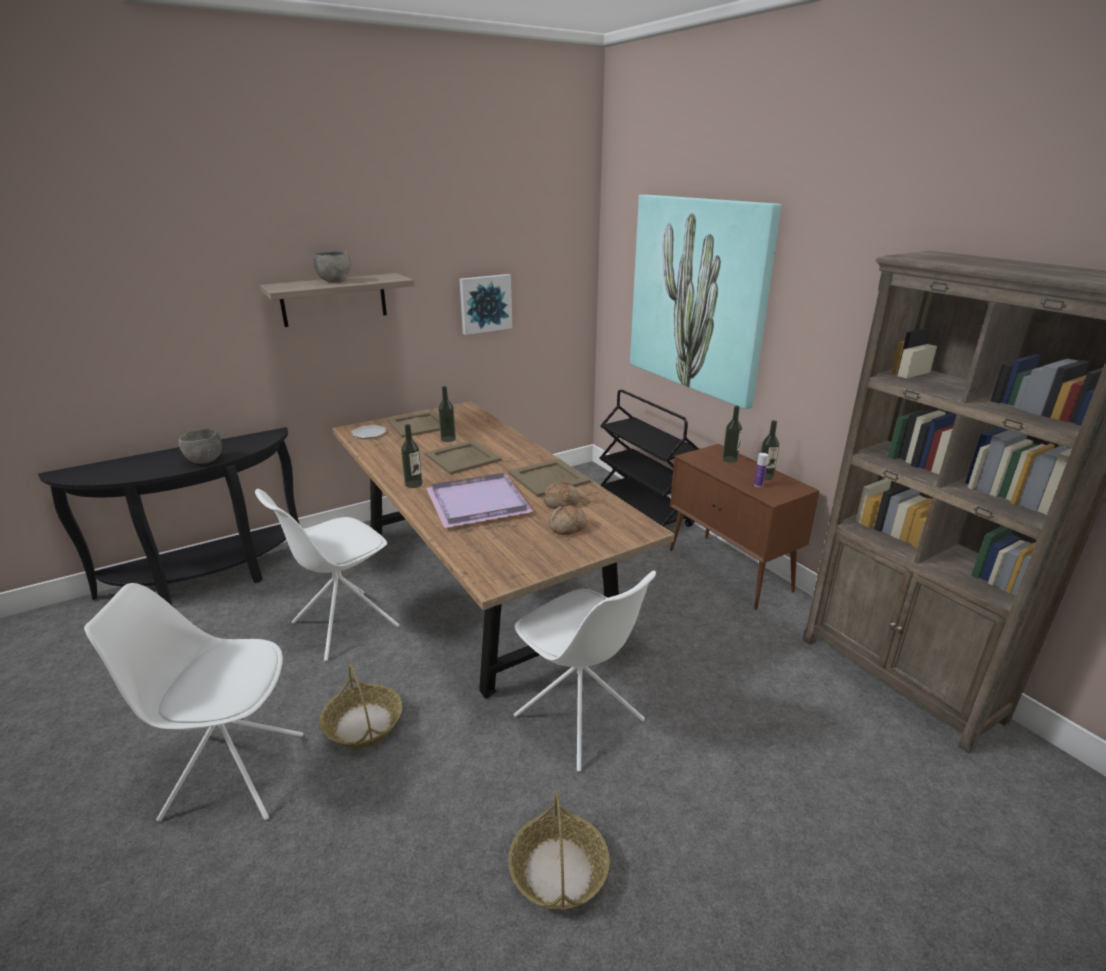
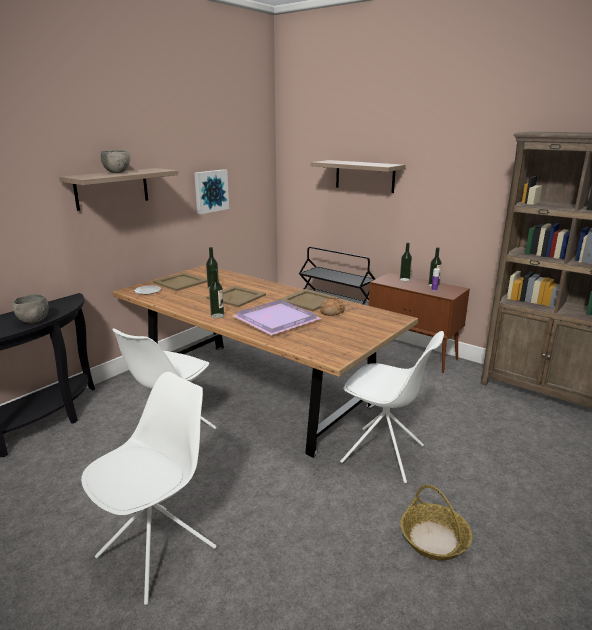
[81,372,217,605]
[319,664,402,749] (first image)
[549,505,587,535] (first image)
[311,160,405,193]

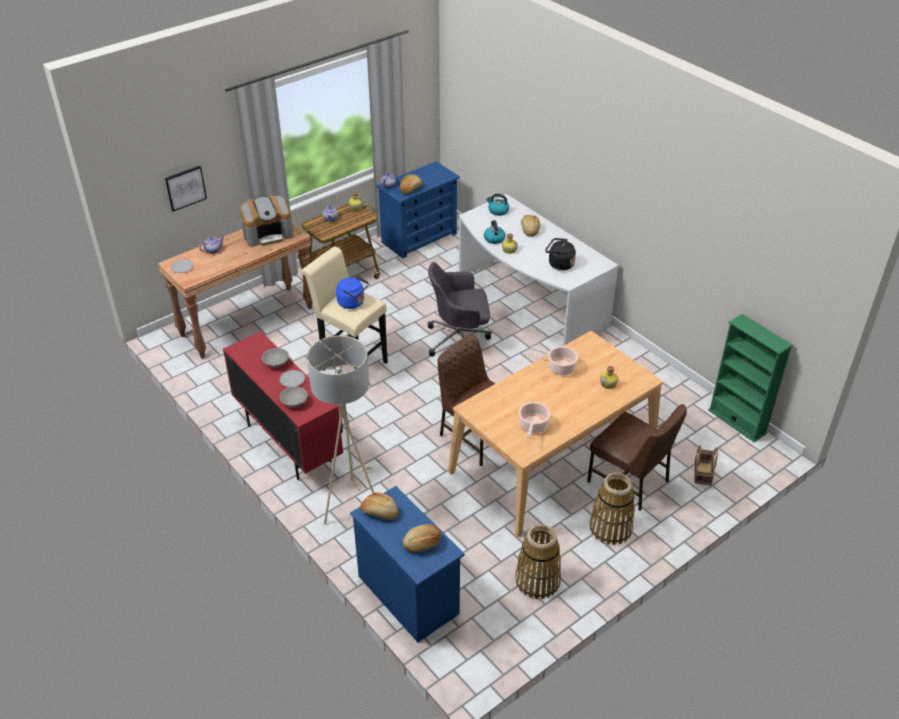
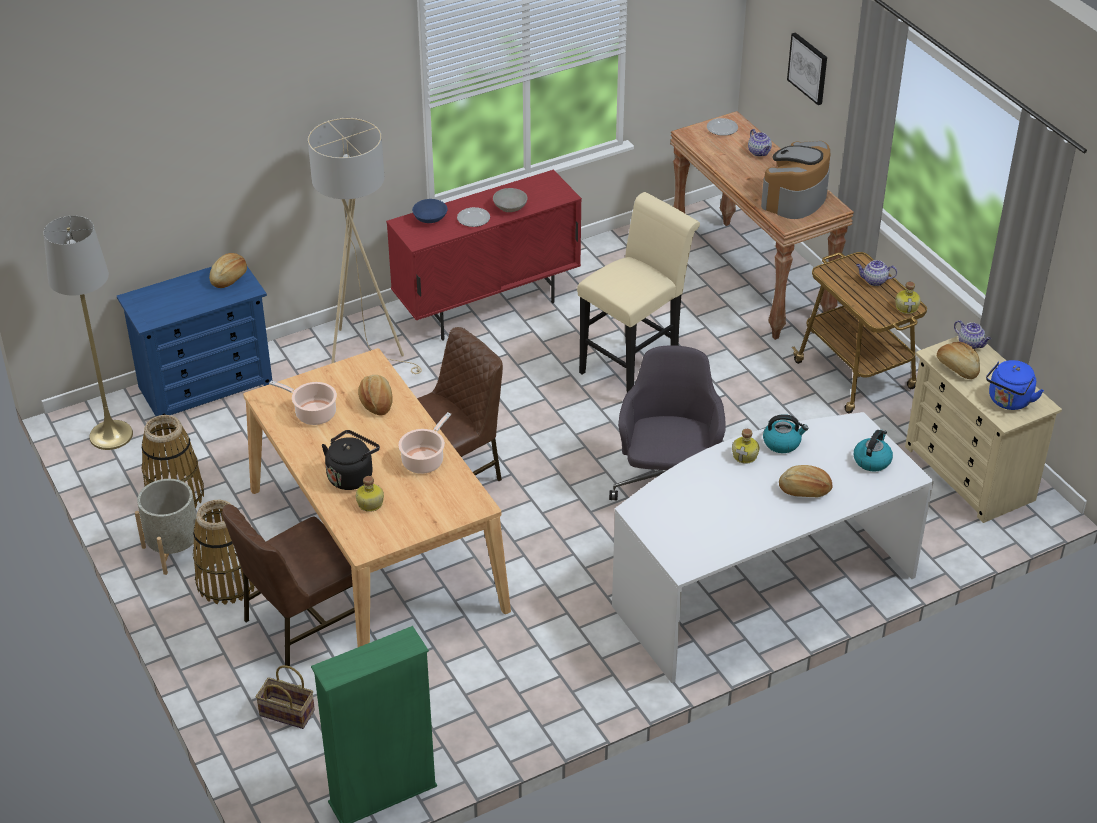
[761,141,830,219]
[412,199,448,223]
[986,360,1044,410]
[905,336,1062,523]
[358,375,393,416]
[322,430,380,490]
[43,216,133,450]
[135,479,201,575]

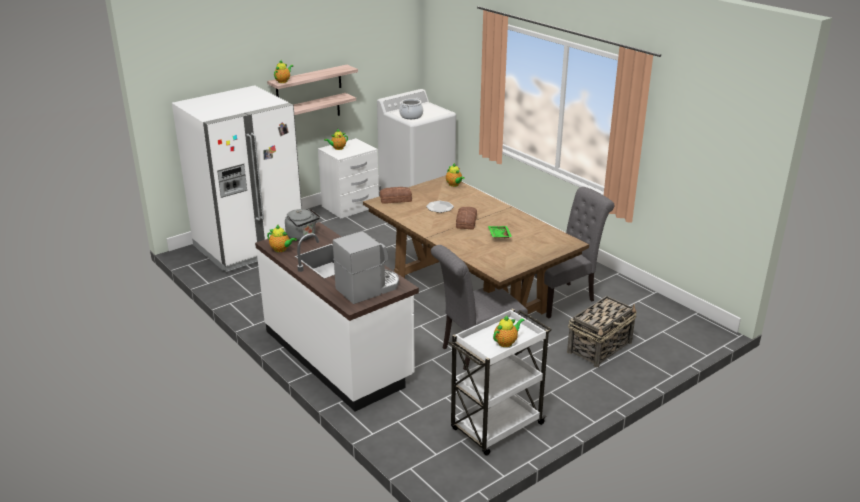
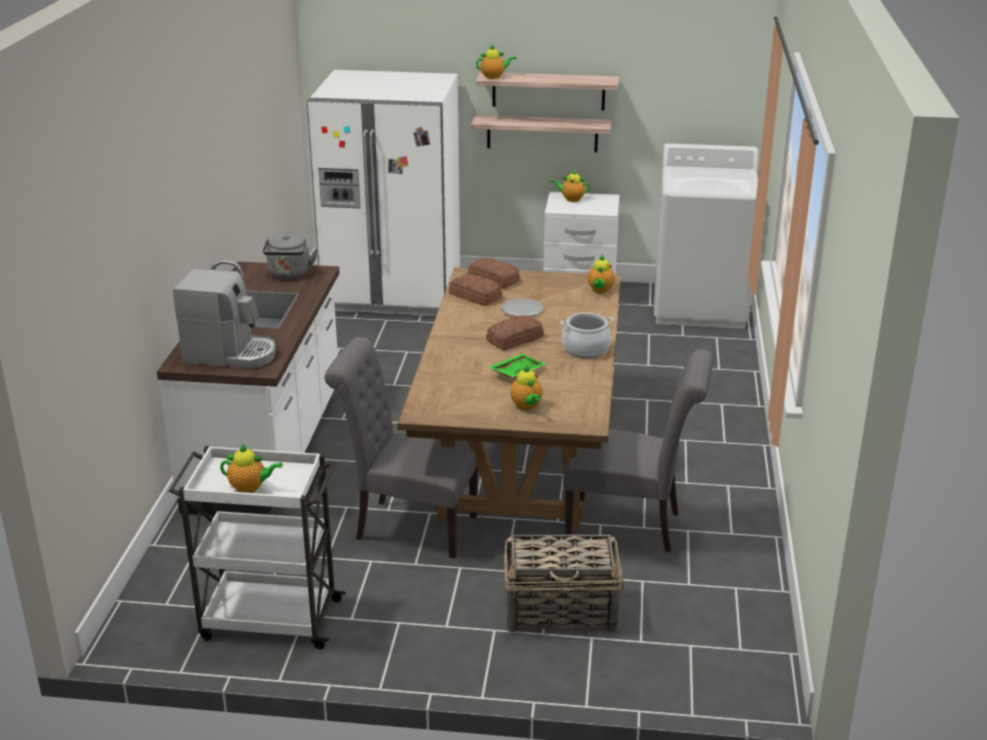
[510,366,543,410]
[560,313,614,358]
[449,274,502,306]

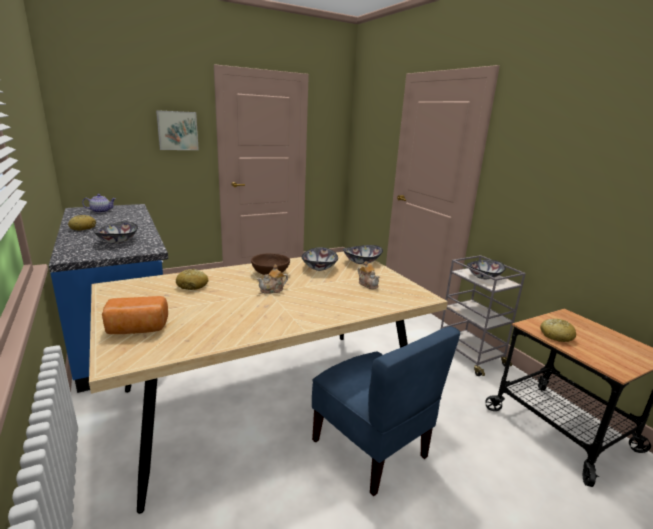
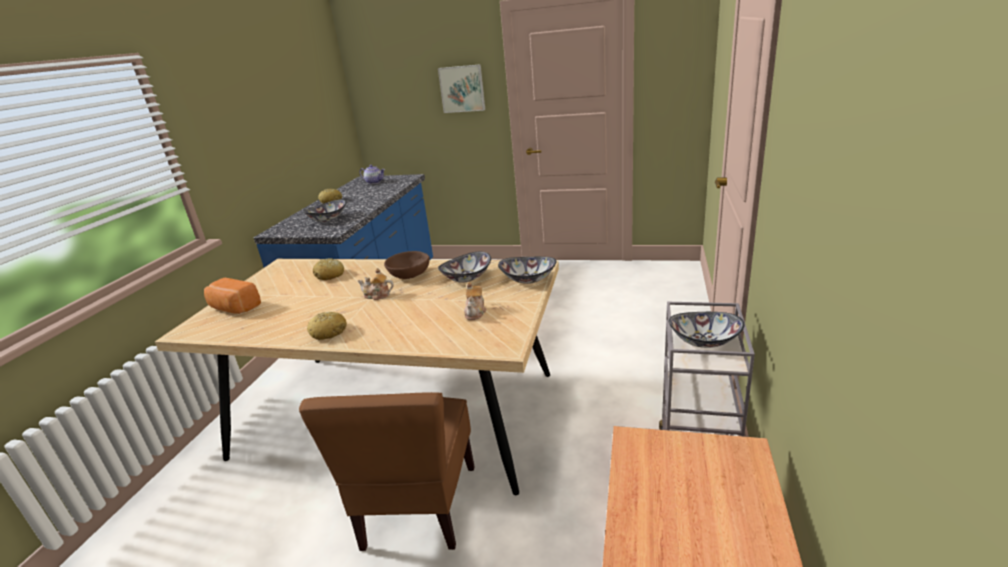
[299,392,474,551]
[307,312,347,340]

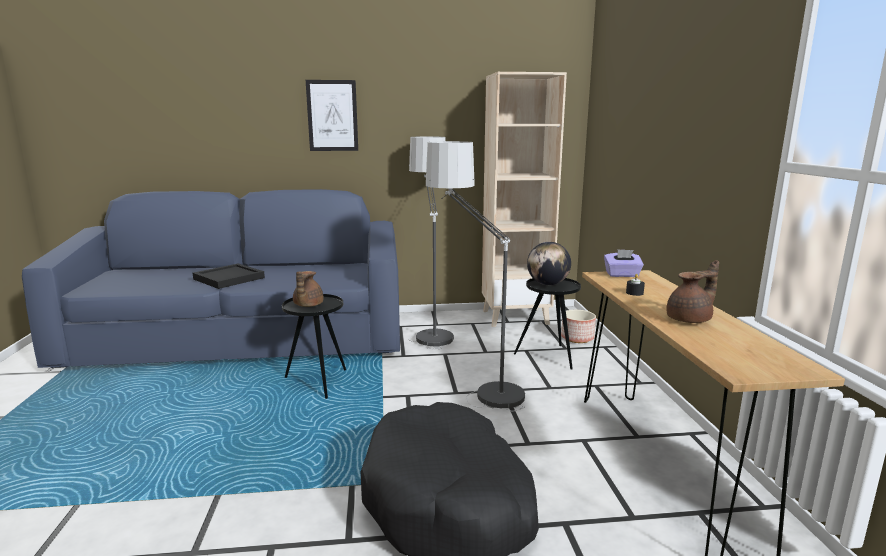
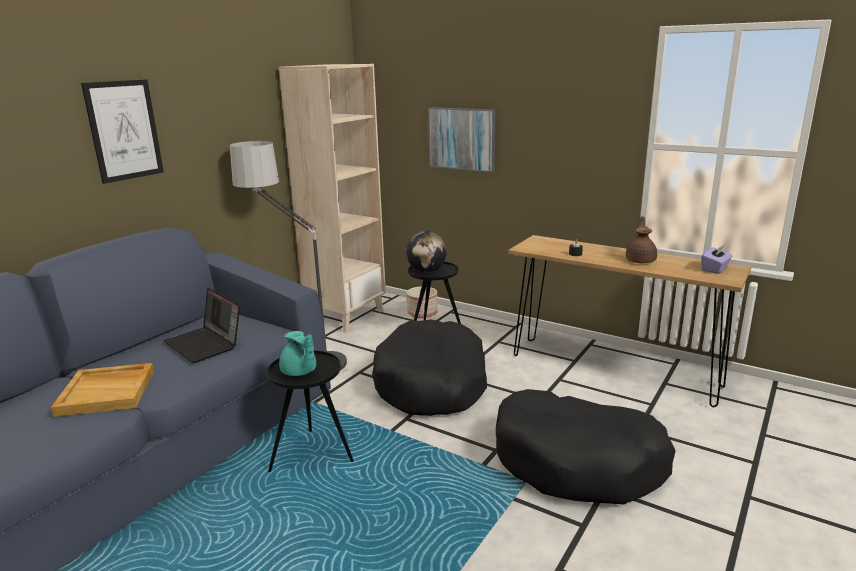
[51,363,154,417]
[279,331,316,376]
[372,319,487,416]
[701,245,733,274]
[164,288,240,363]
[428,107,496,173]

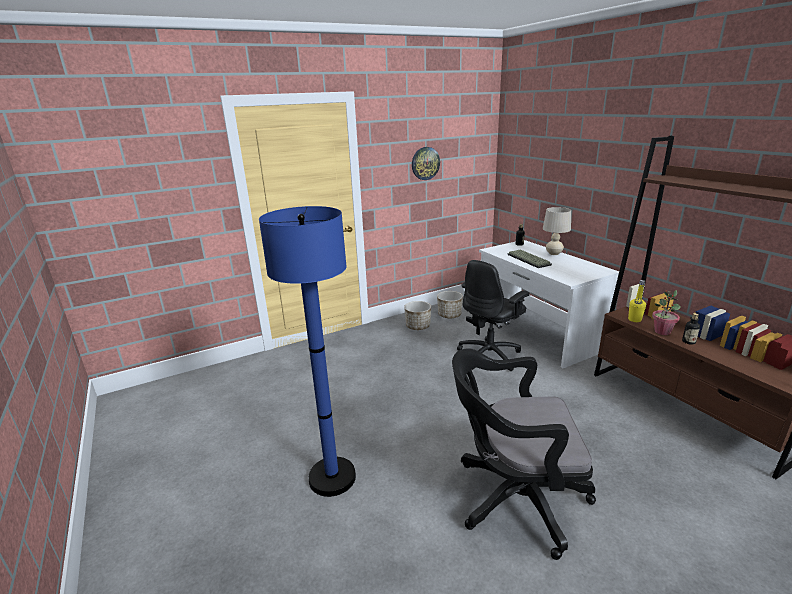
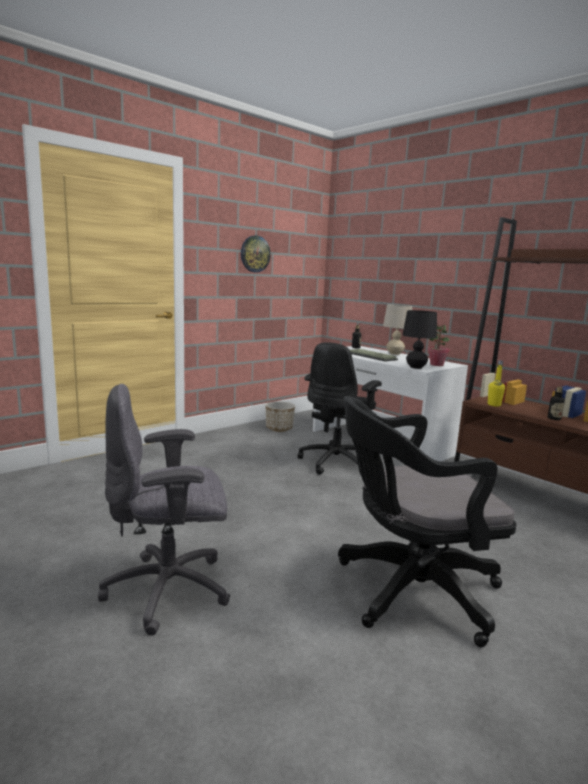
[98,384,230,636]
[404,301,431,330] (first image)
[428,325,450,366]
[403,310,437,369]

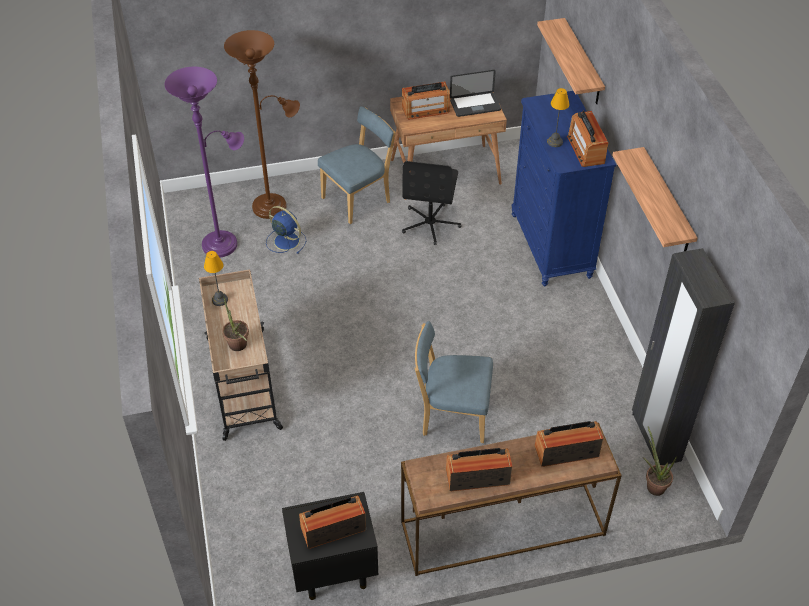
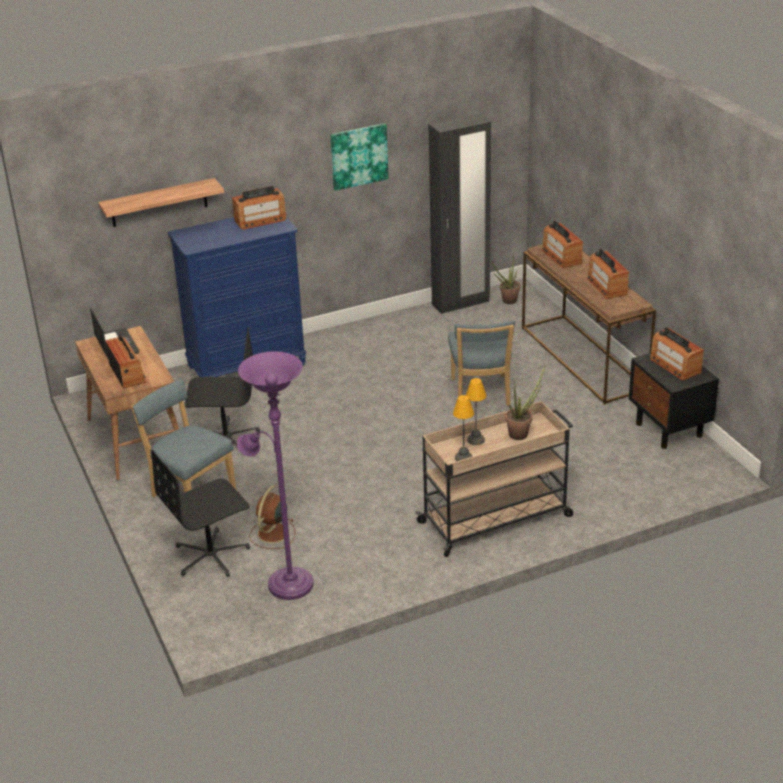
[151,450,250,577]
[249,485,295,549]
[466,378,487,445]
[330,123,389,191]

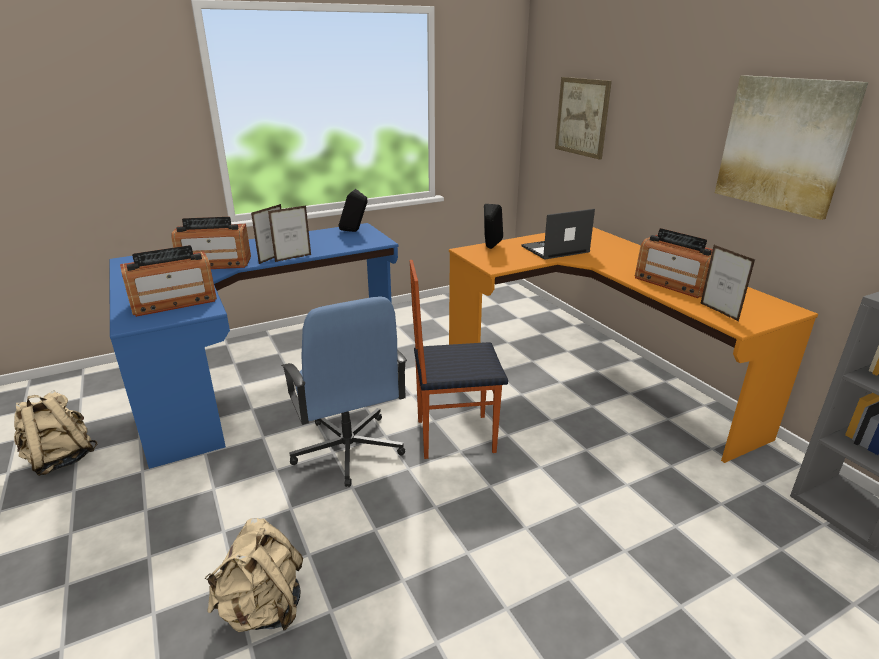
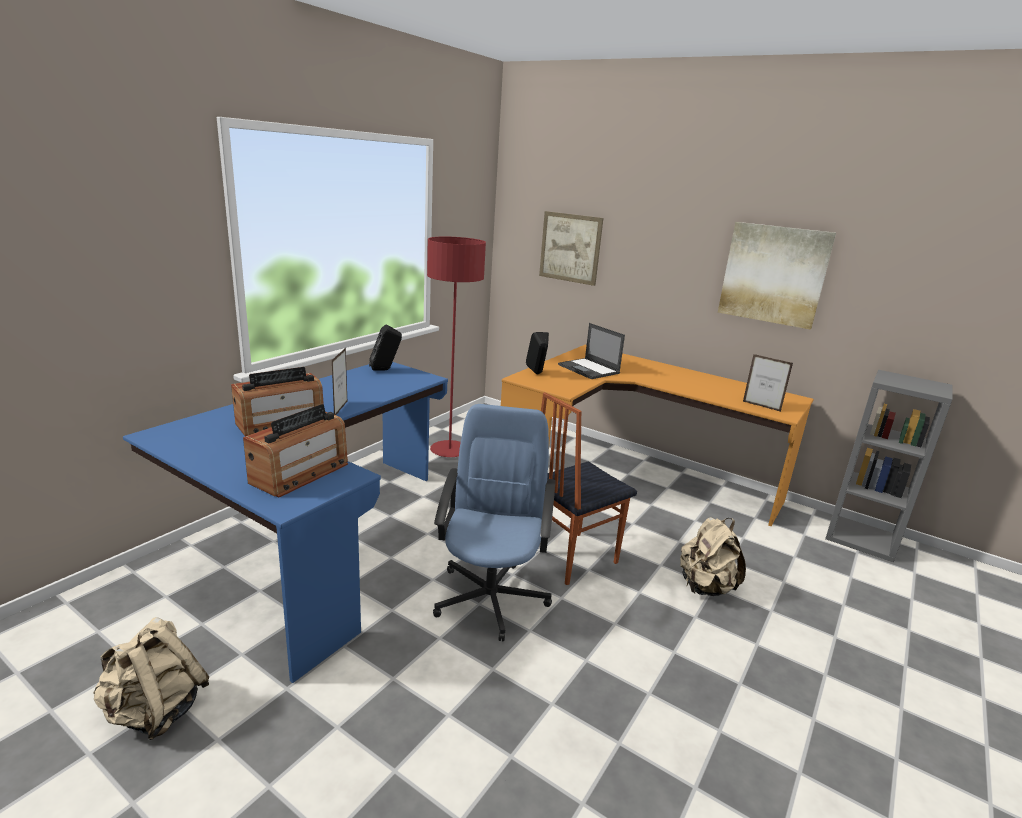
[680,517,746,596]
[268,205,311,262] (first image)
[433,404,556,641]
[558,323,625,379]
[635,228,713,298] (first image)
[427,237,486,457]

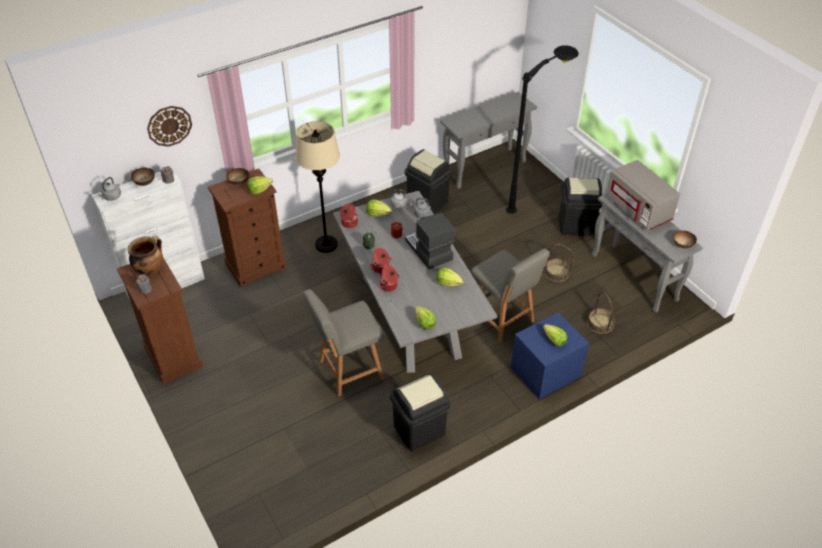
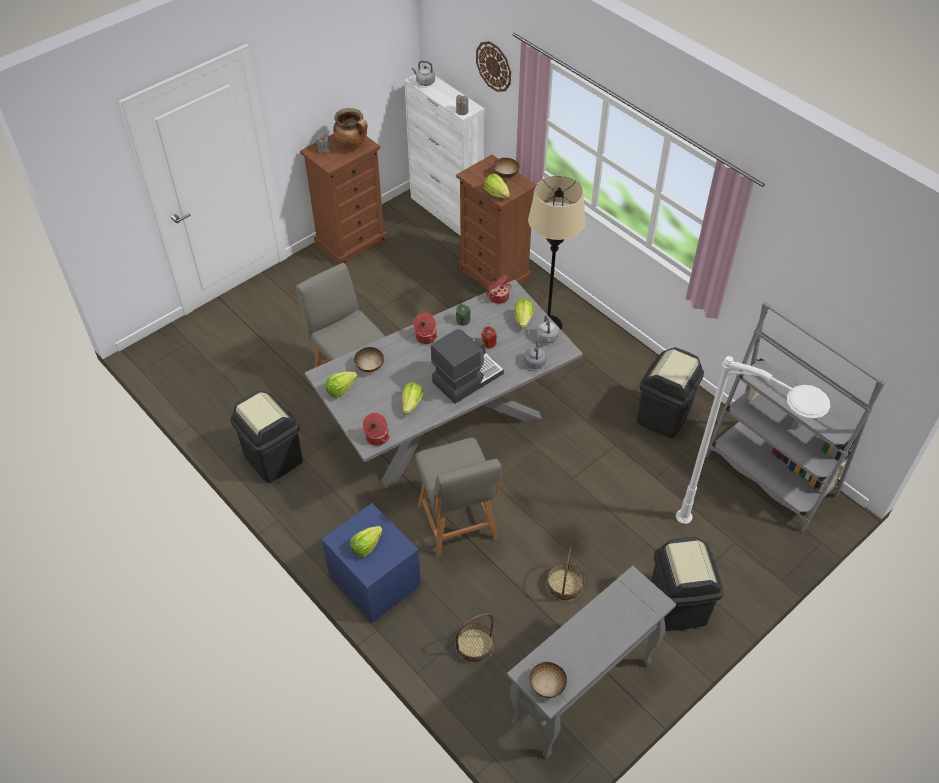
[354,347,384,372]
[363,413,390,446]
[706,301,885,532]
[415,438,502,557]
[676,356,830,524]
[606,160,680,230] (first image)

